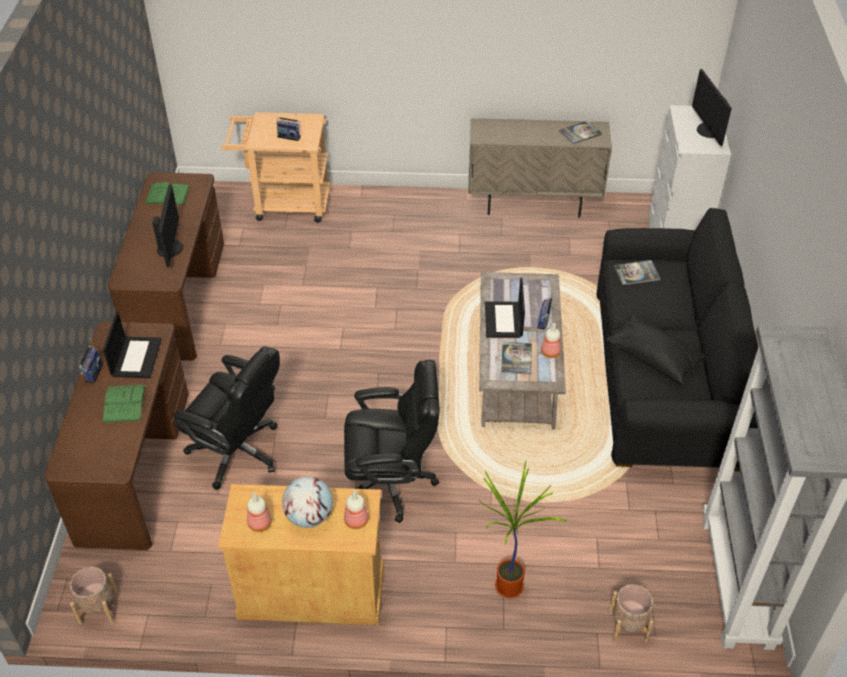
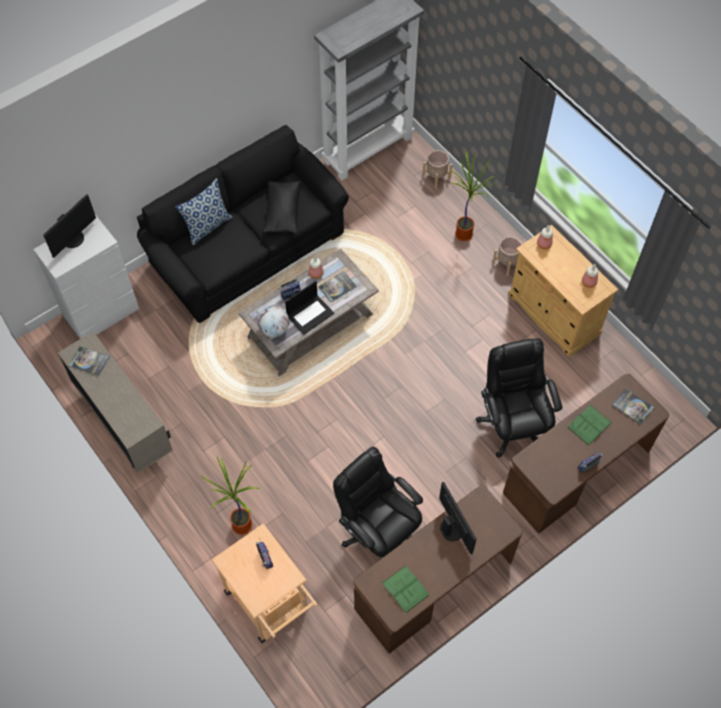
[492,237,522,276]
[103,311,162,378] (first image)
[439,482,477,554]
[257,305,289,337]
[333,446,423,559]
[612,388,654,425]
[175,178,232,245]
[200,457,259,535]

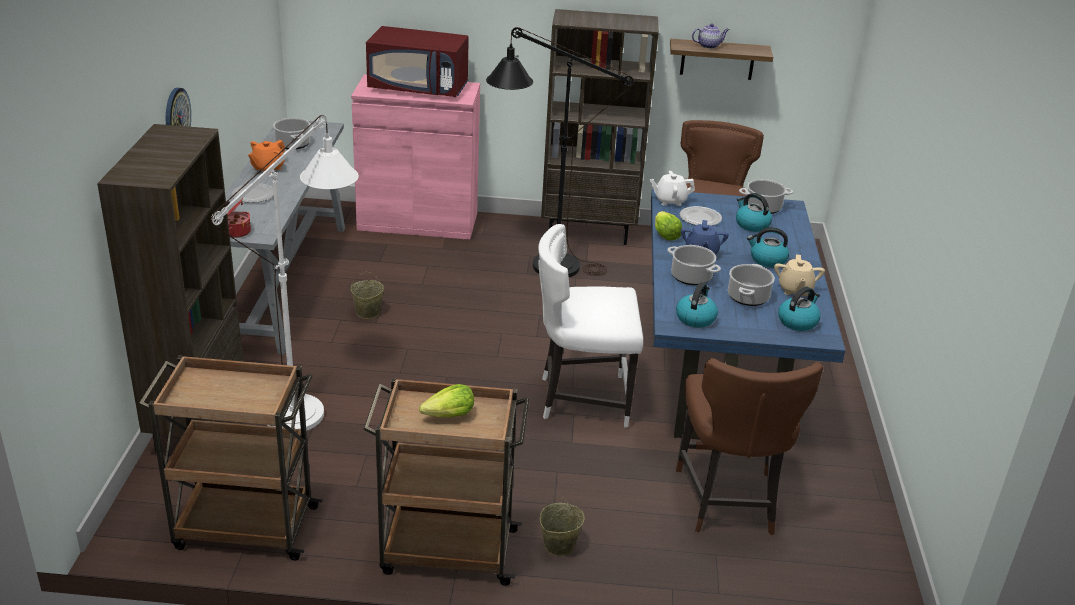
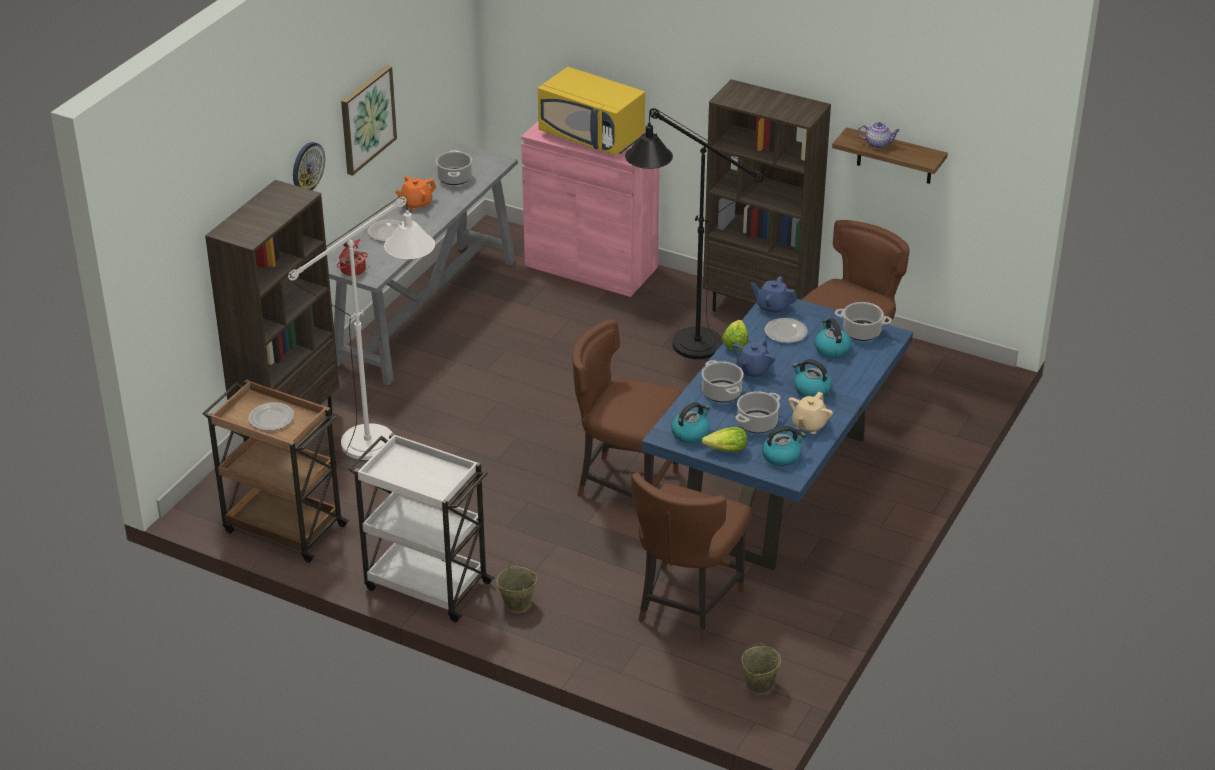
[742,643,781,694]
[348,433,495,622]
[538,67,645,155]
[701,427,747,452]
[572,319,683,497]
[751,276,797,315]
[248,403,294,431]
[341,65,397,176]

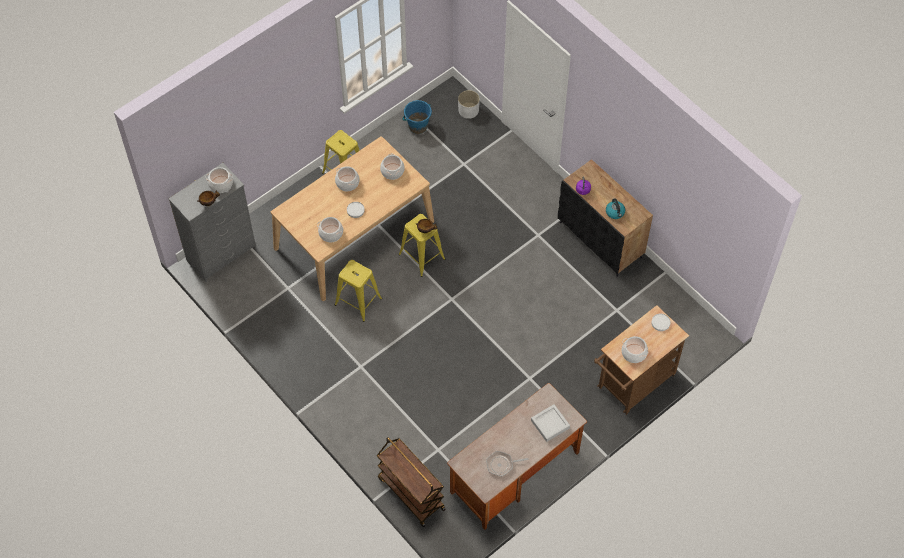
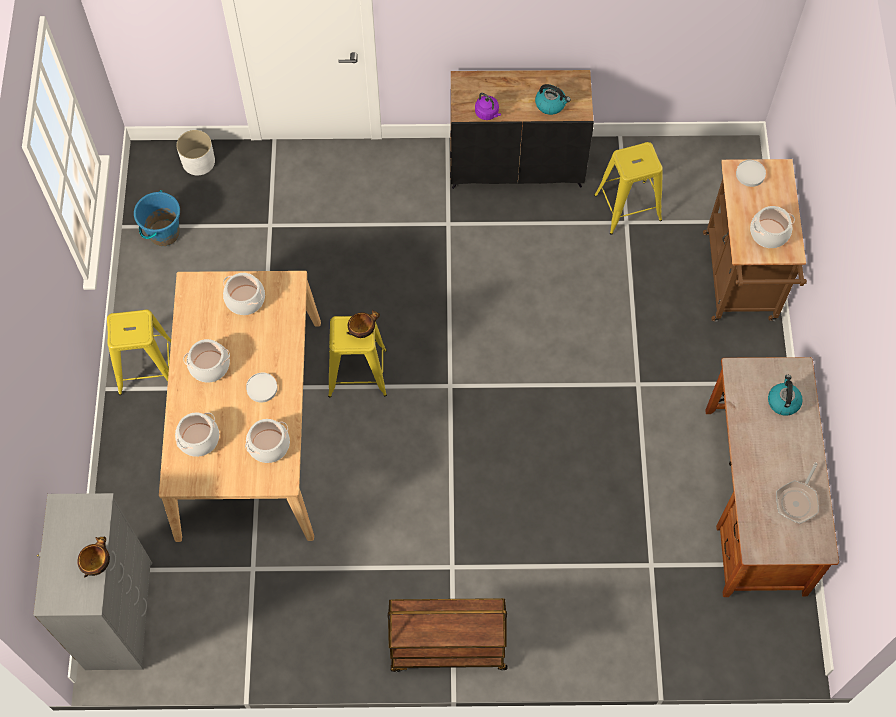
[175,412,219,457]
[594,142,663,235]
[388,598,507,672]
[768,375,803,416]

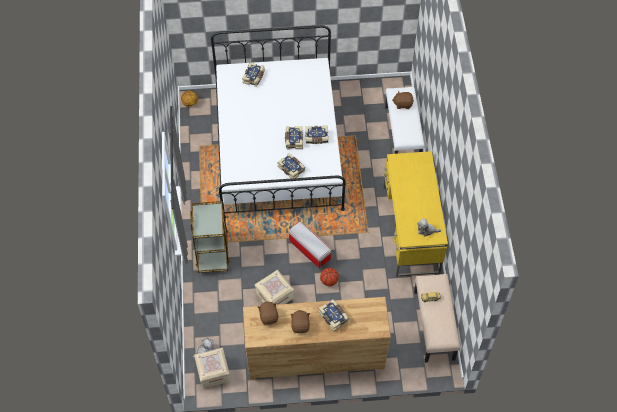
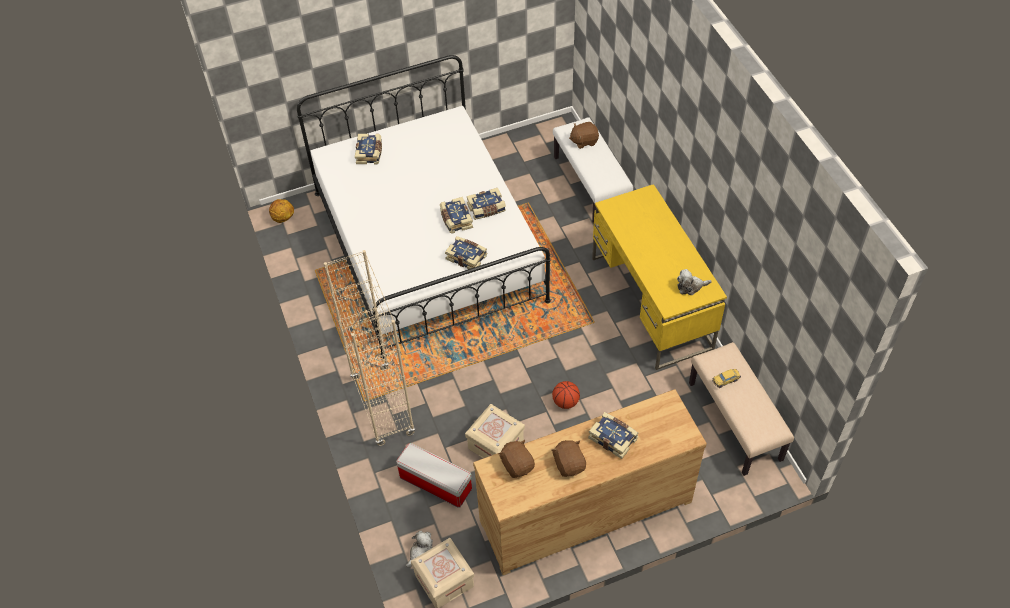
[324,250,415,446]
[396,443,472,508]

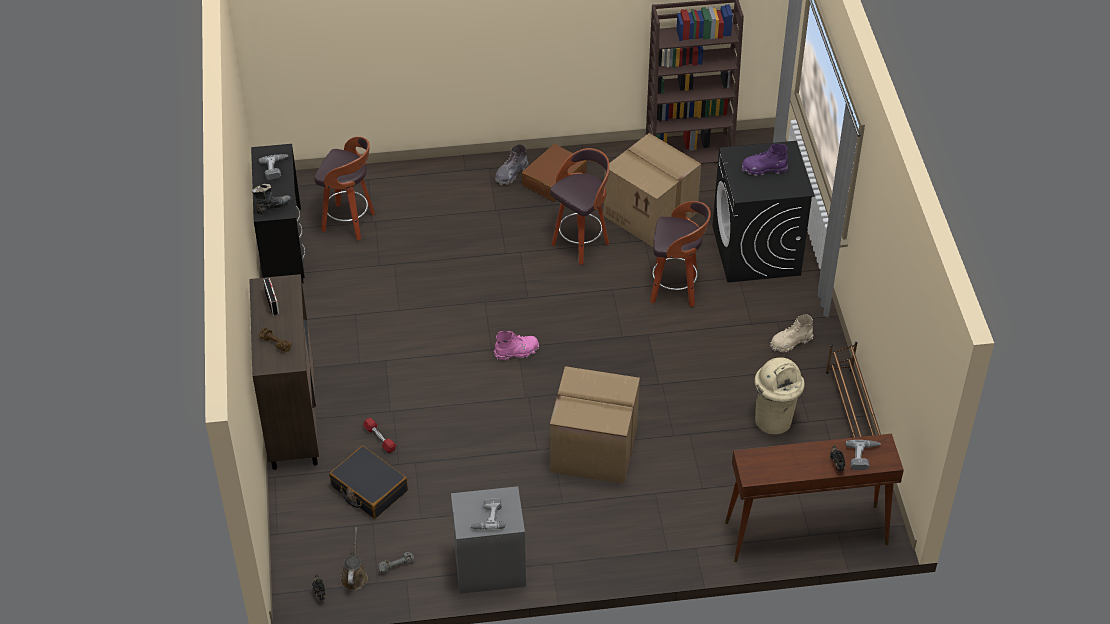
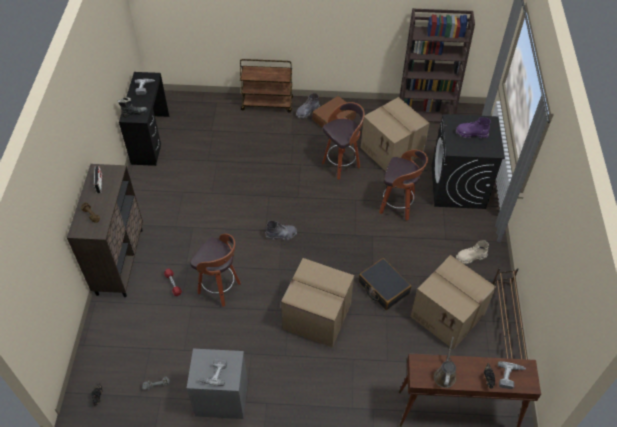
[190,234,241,307]
[359,258,412,310]
[434,337,456,388]
[265,221,297,240]
[410,255,496,350]
[240,59,293,113]

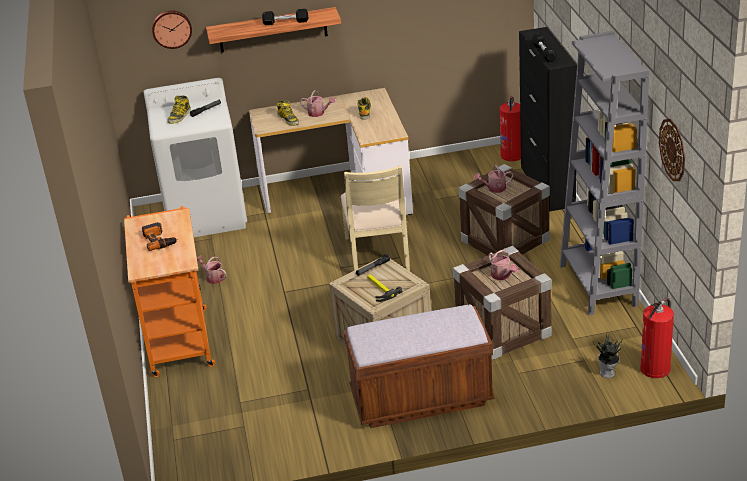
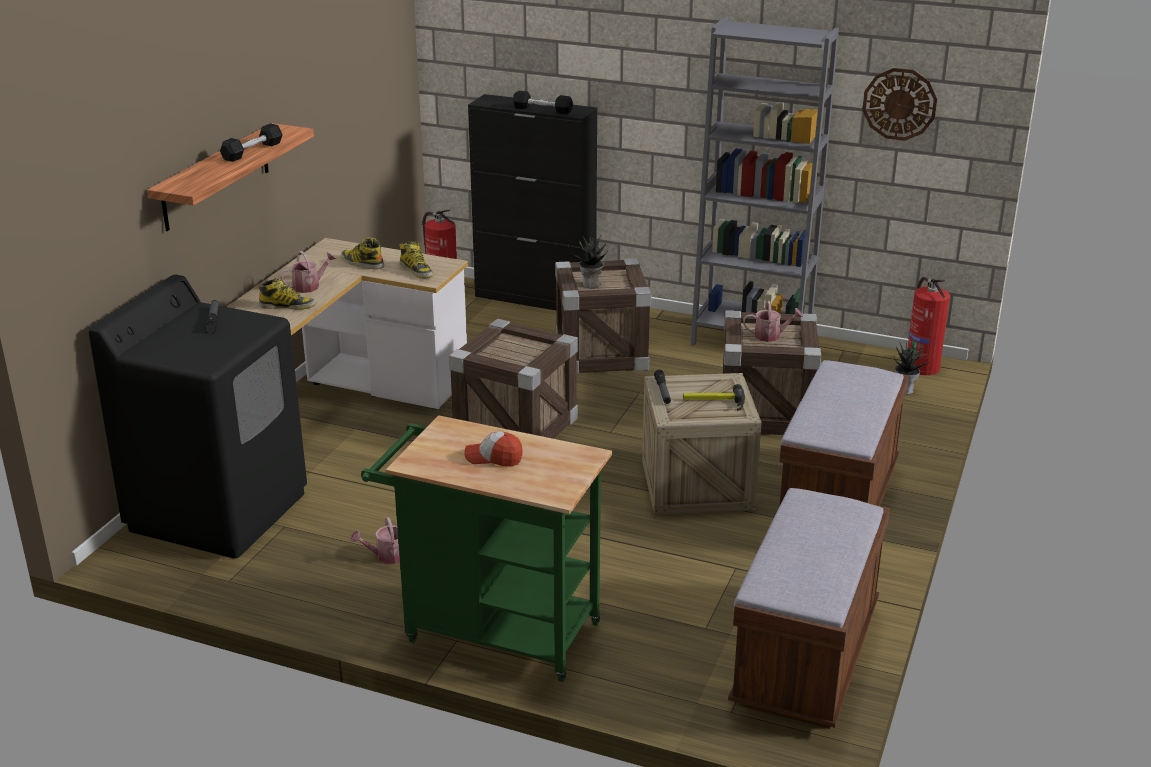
[361,415,612,682]
[464,432,523,467]
[88,275,307,559]
[152,10,192,49] (first image)
[399,241,433,278]
[449,319,578,439]
[574,235,608,288]
[728,488,890,729]

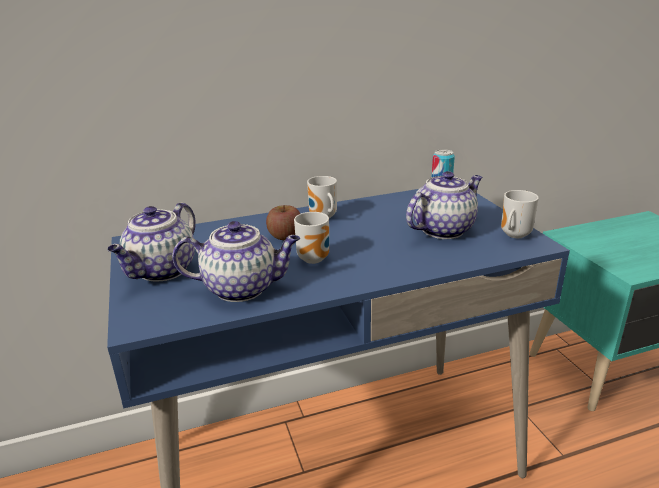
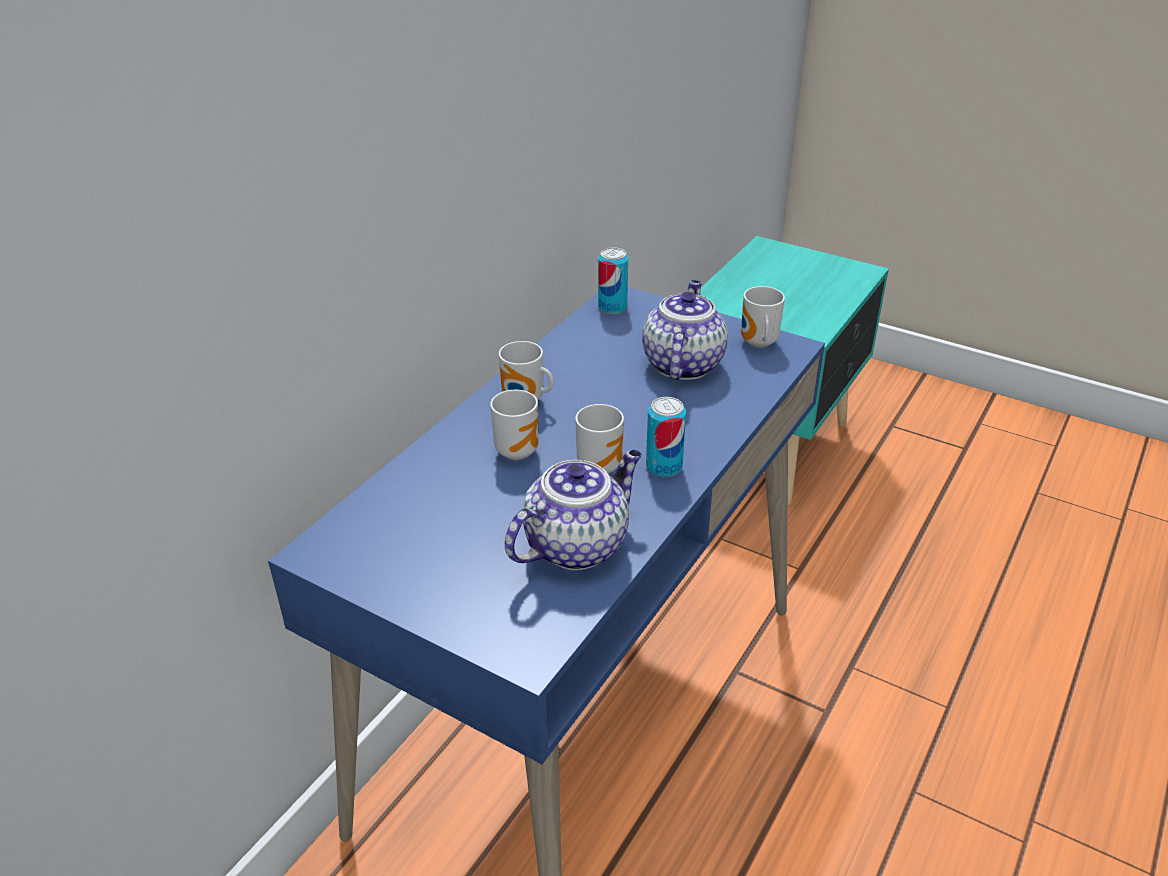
[107,202,196,281] (first image)
[490,390,539,460]
[646,397,686,477]

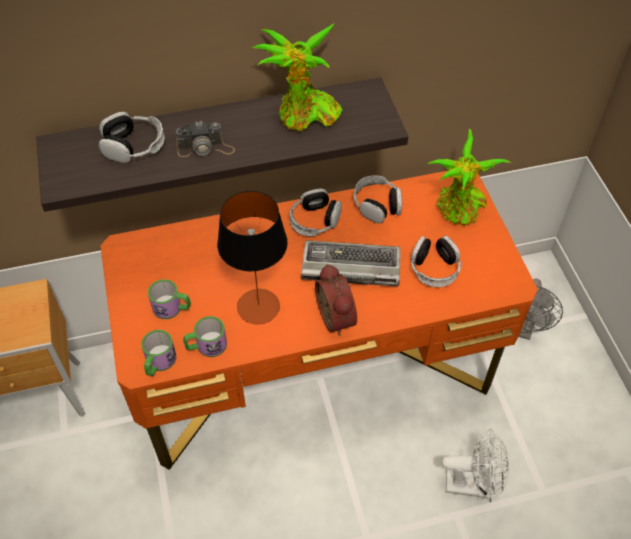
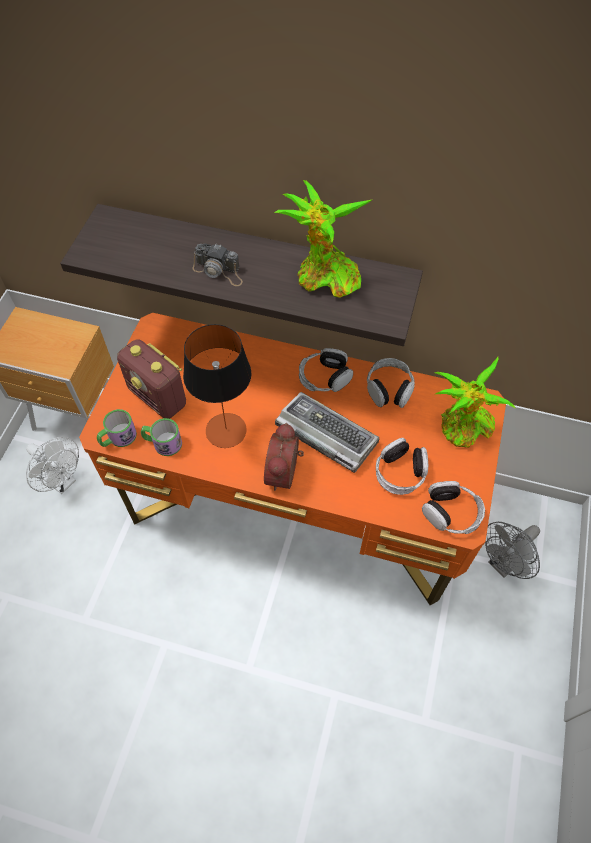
[422,481,485,534]
[117,339,186,419]
[26,437,79,494]

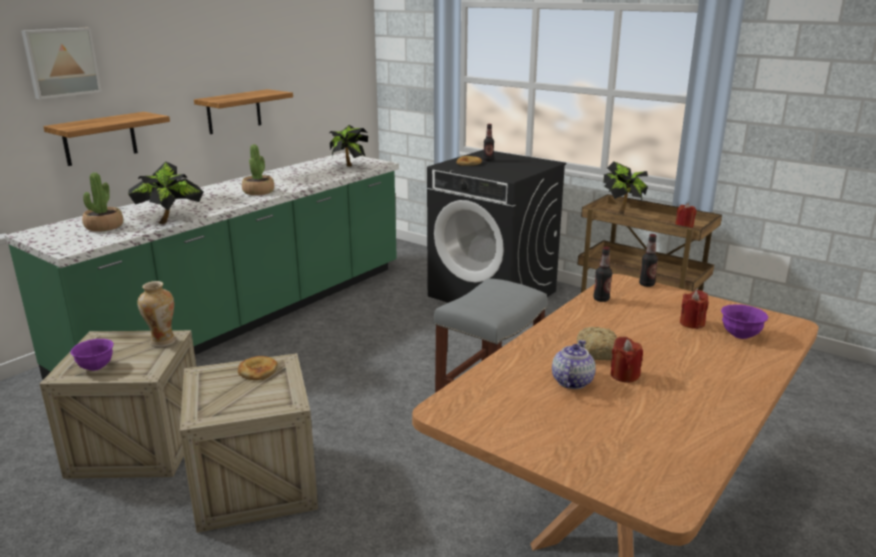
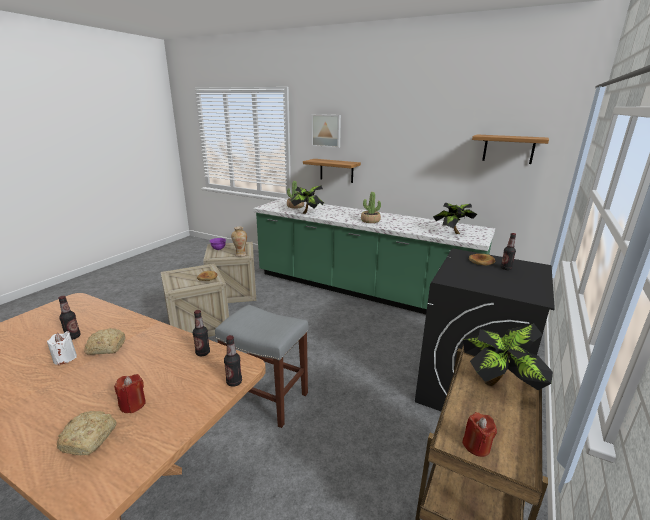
[472,134,549,164]
[58,296,81,340]
[47,331,77,365]
[57,411,117,455]

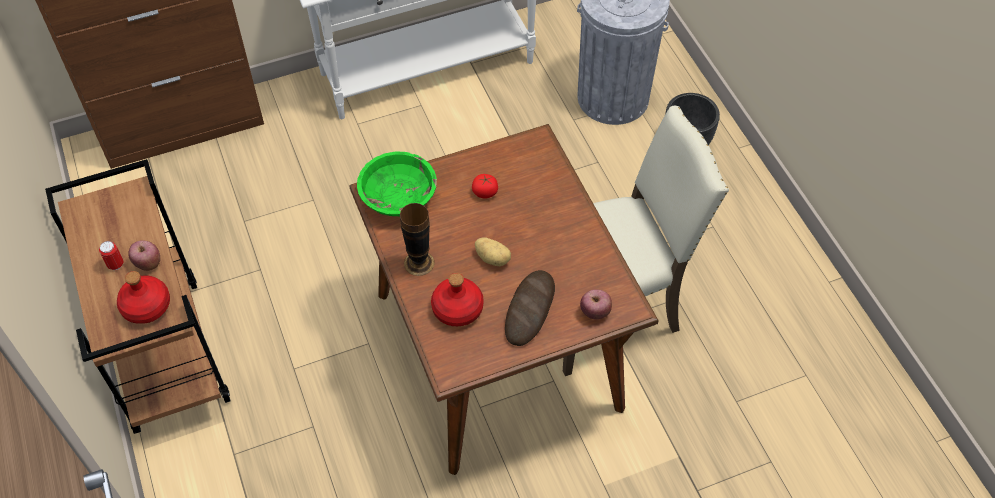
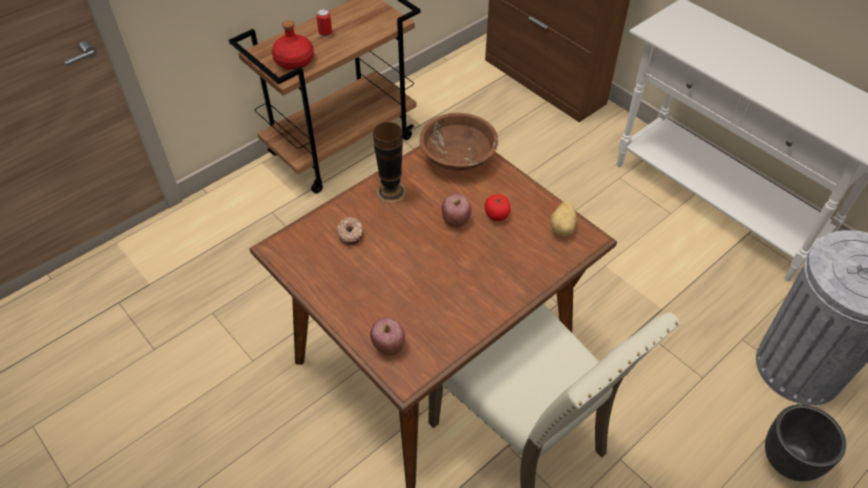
[442,194,471,228]
[419,113,498,171]
[336,217,364,245]
[551,201,577,236]
[505,270,555,346] (first image)

